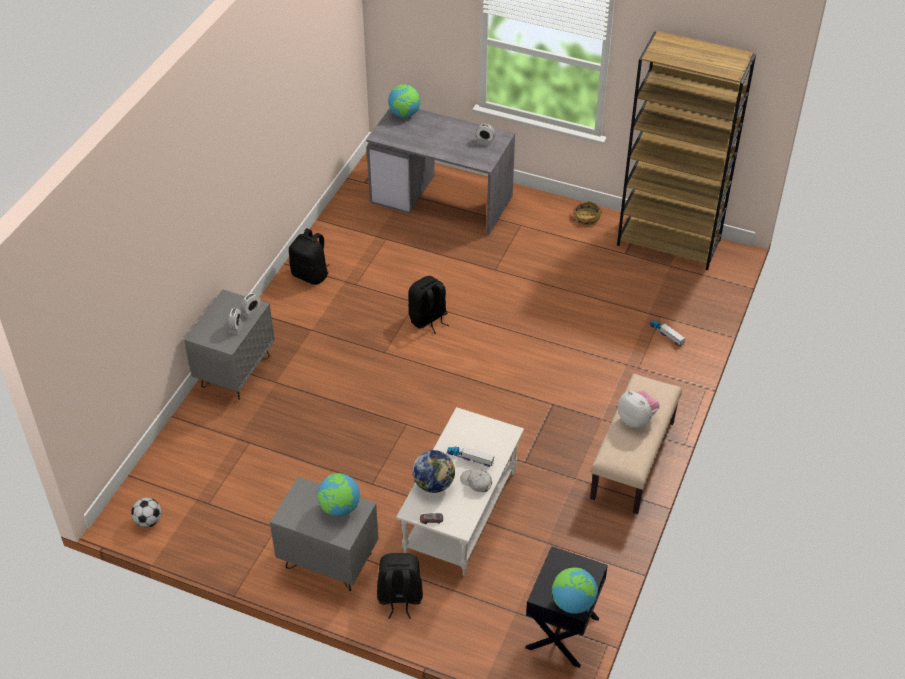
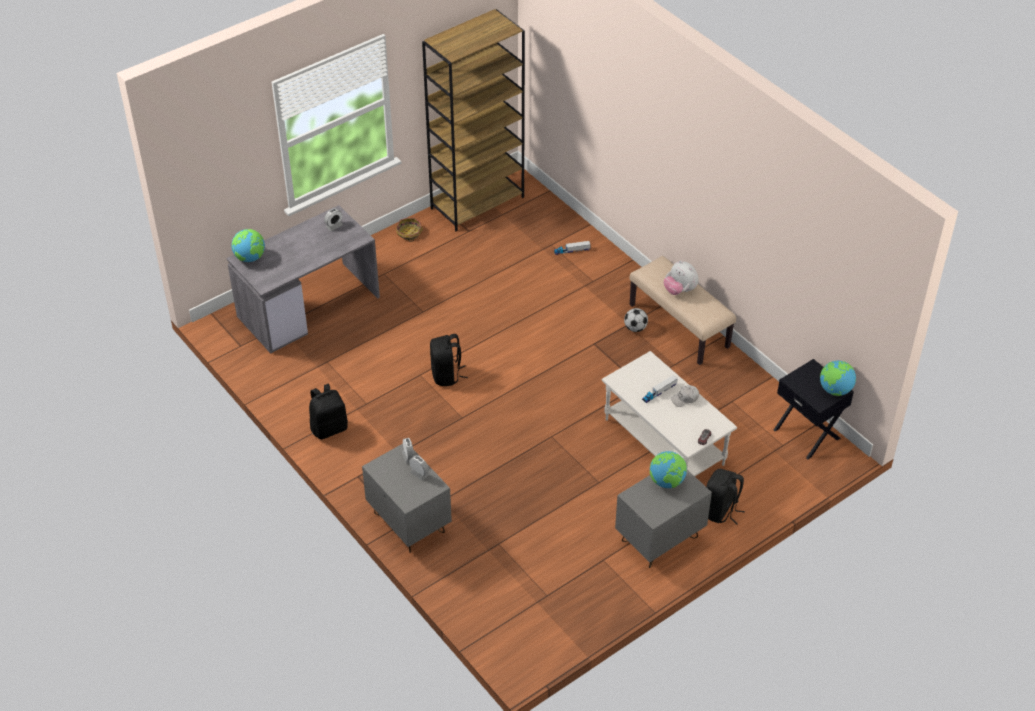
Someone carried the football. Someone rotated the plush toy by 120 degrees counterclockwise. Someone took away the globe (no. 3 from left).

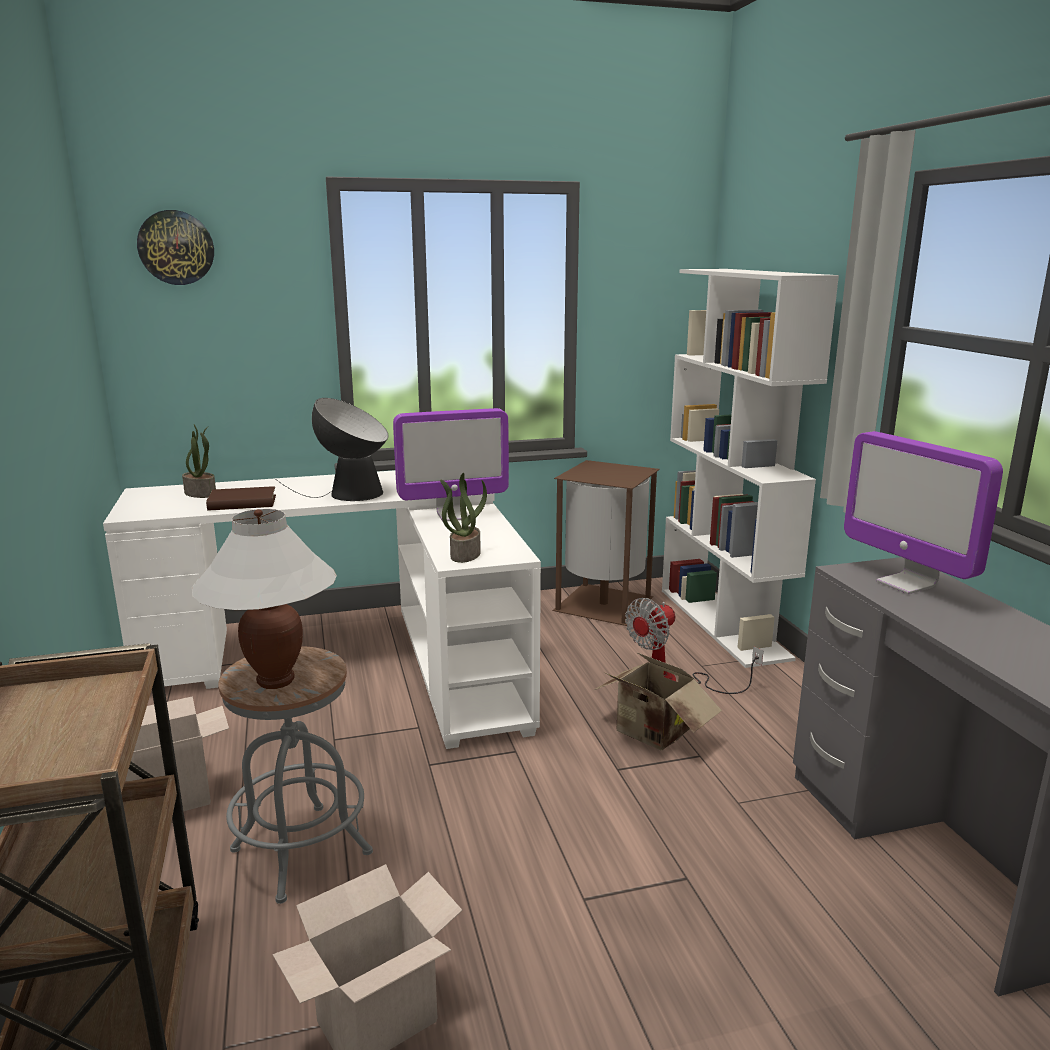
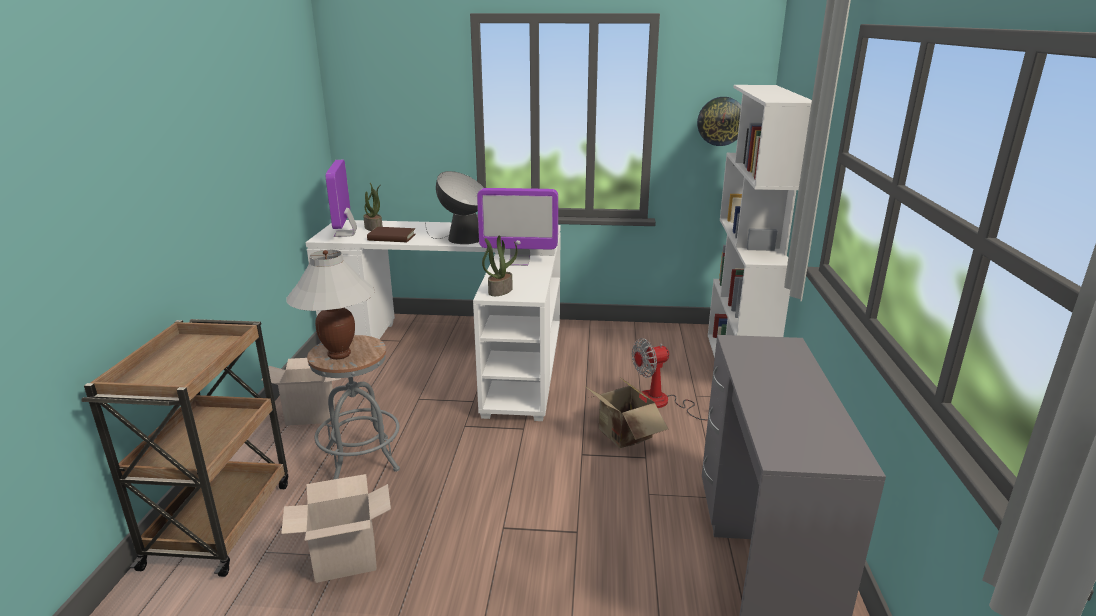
Someone carried the monitor (no. 2 from left in the first image). Someone carried the wall clock. Someone took away the brown trash can.

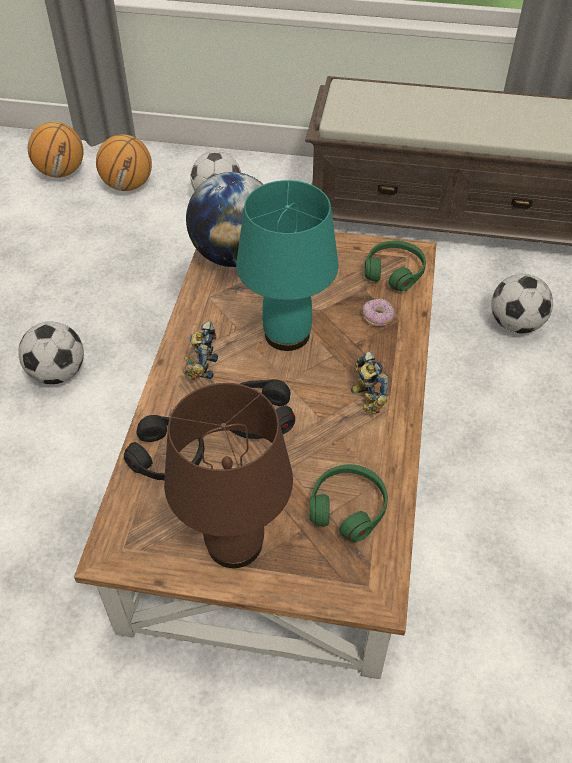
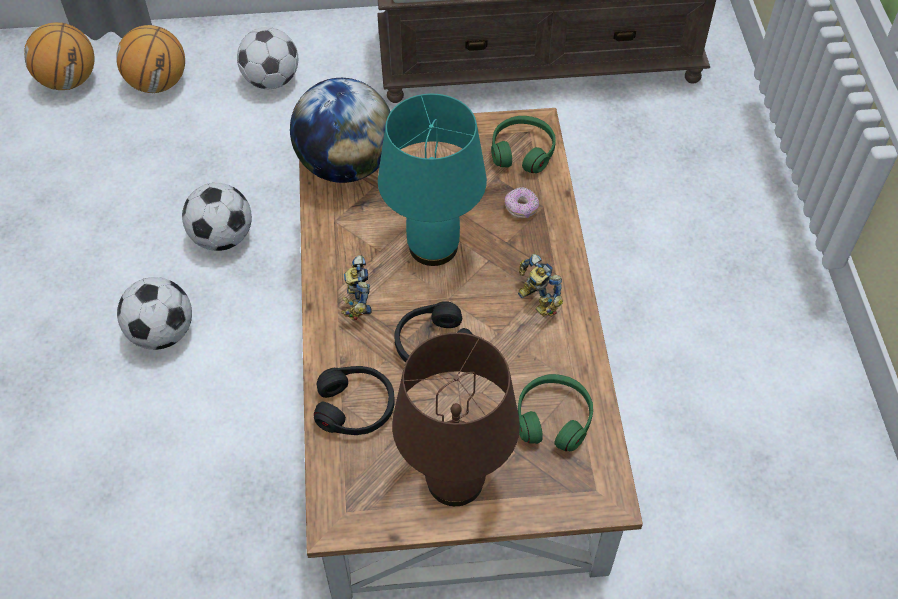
Someone carried the football (no. 3 from left in the first image).

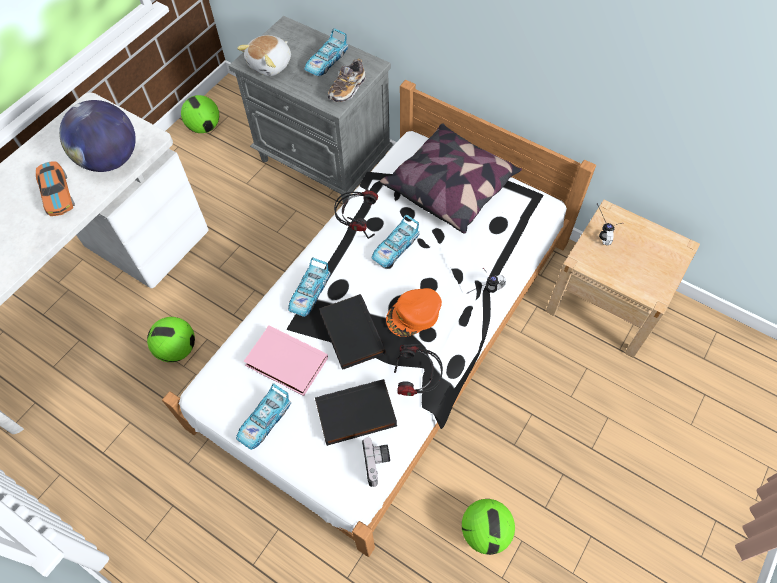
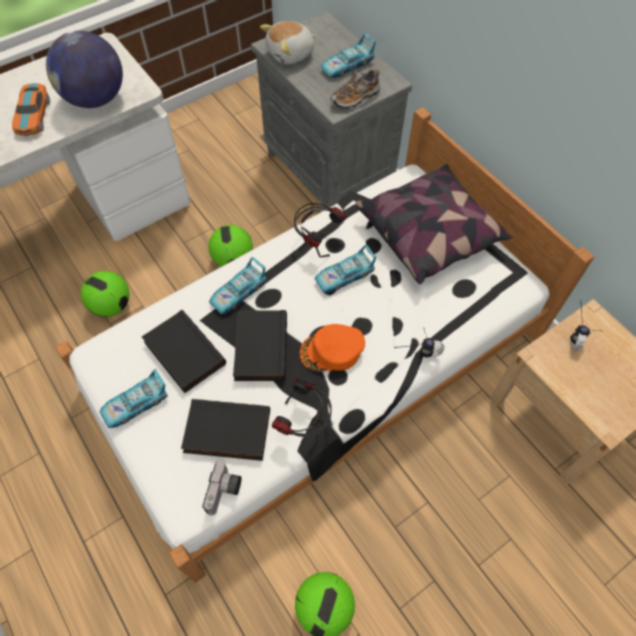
Someone repainted the pink book, which became the black book (no. 1 from left). Someone carried the football (no. 2 from left).

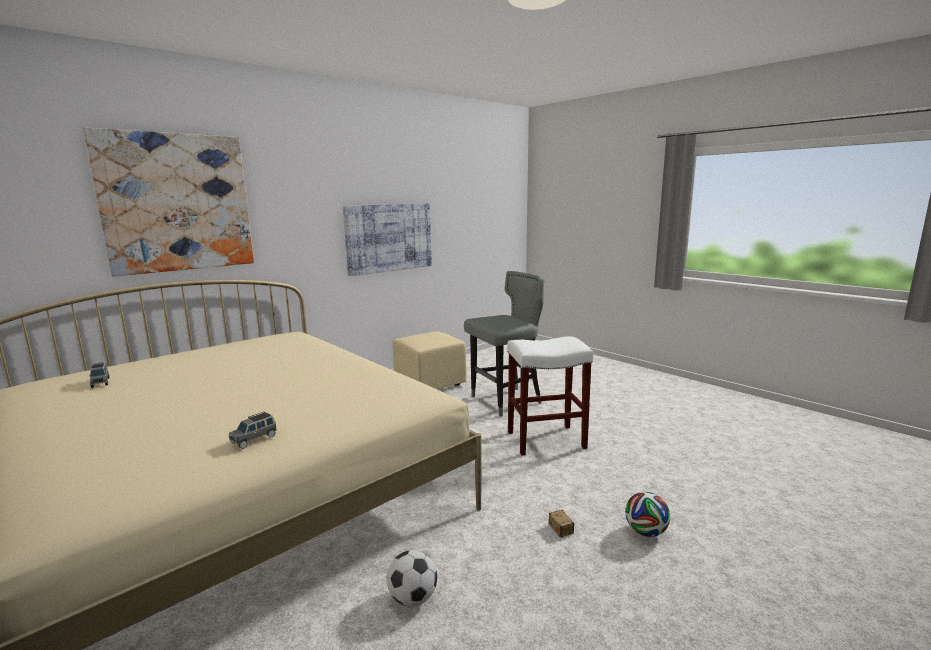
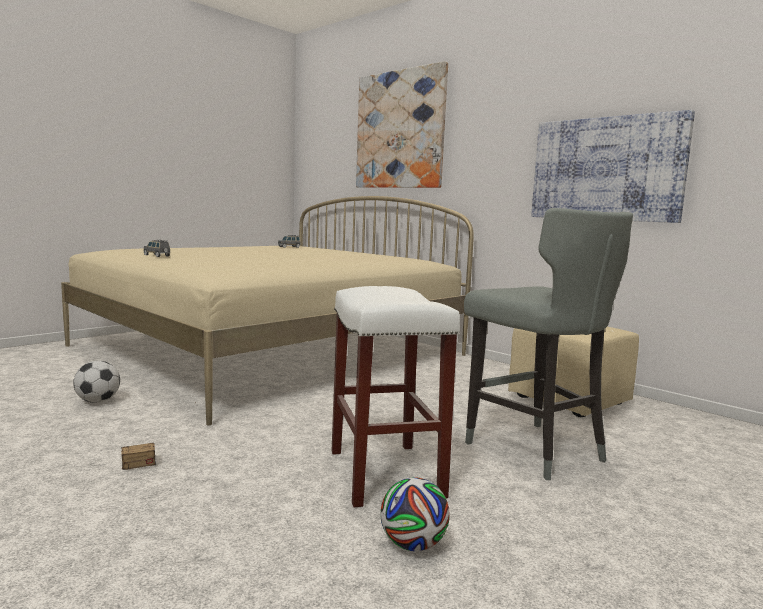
Someone carried the football (no. 2 from left).

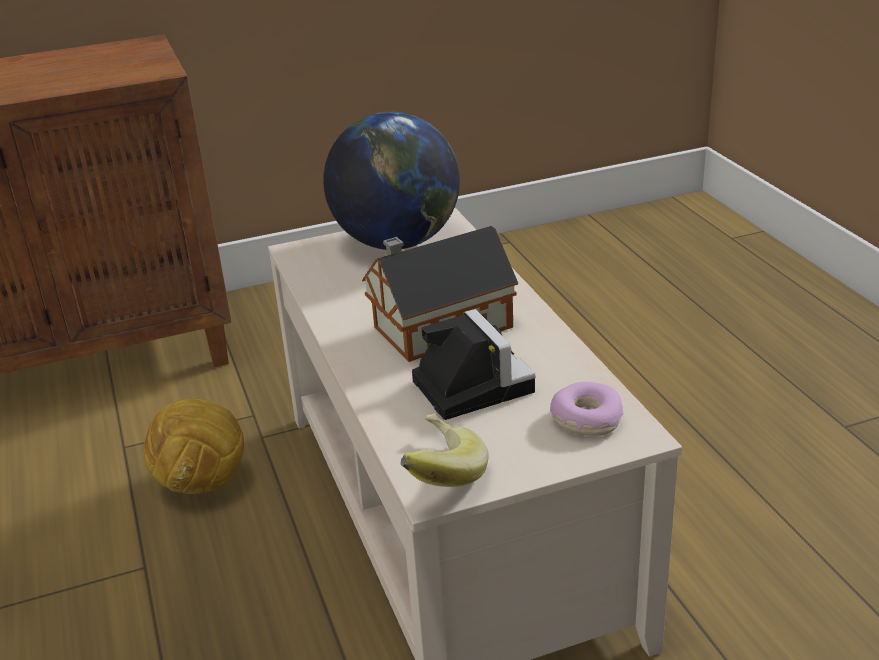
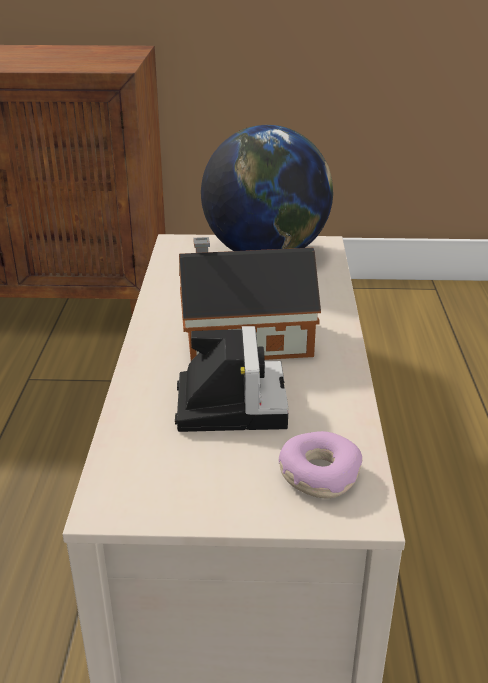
Someone took away the football. Someone took away the banana.

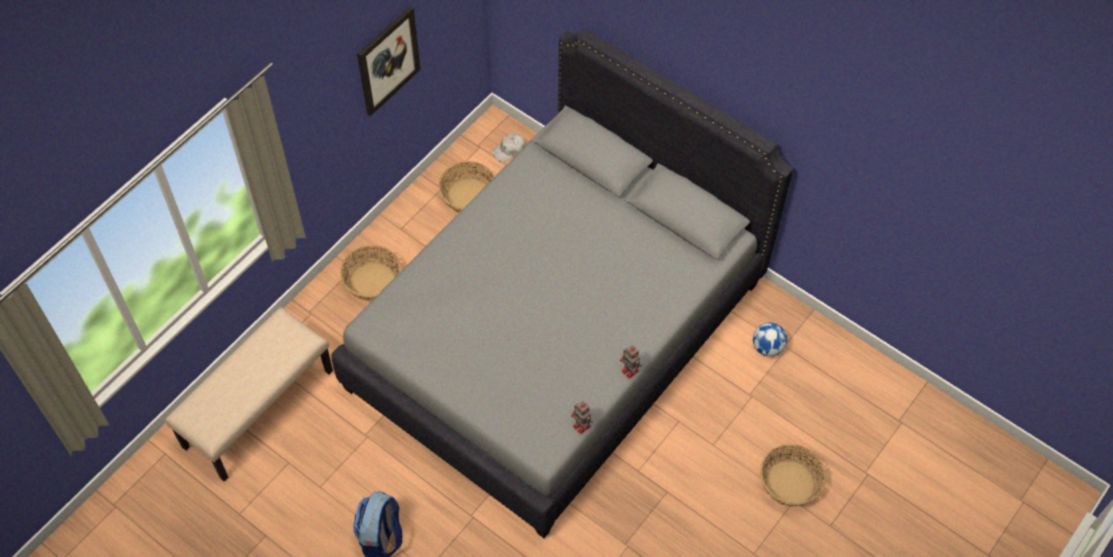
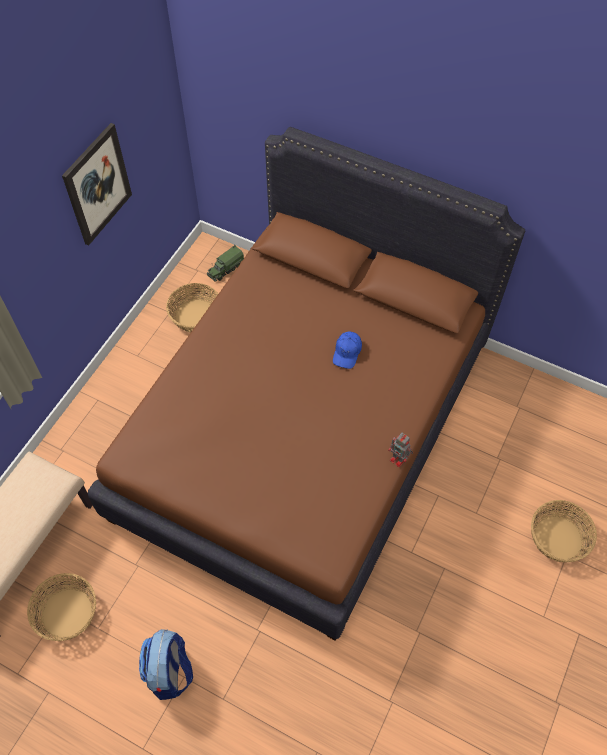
Someone carried the basket (no. 1 from left). Someone repainted the grey bed, which became the brown bed. Someone swapped the white cap for the toy truck. Someone put down the blue cap. Someone took away the toy robot (no. 1 from left). Someone took away the football.

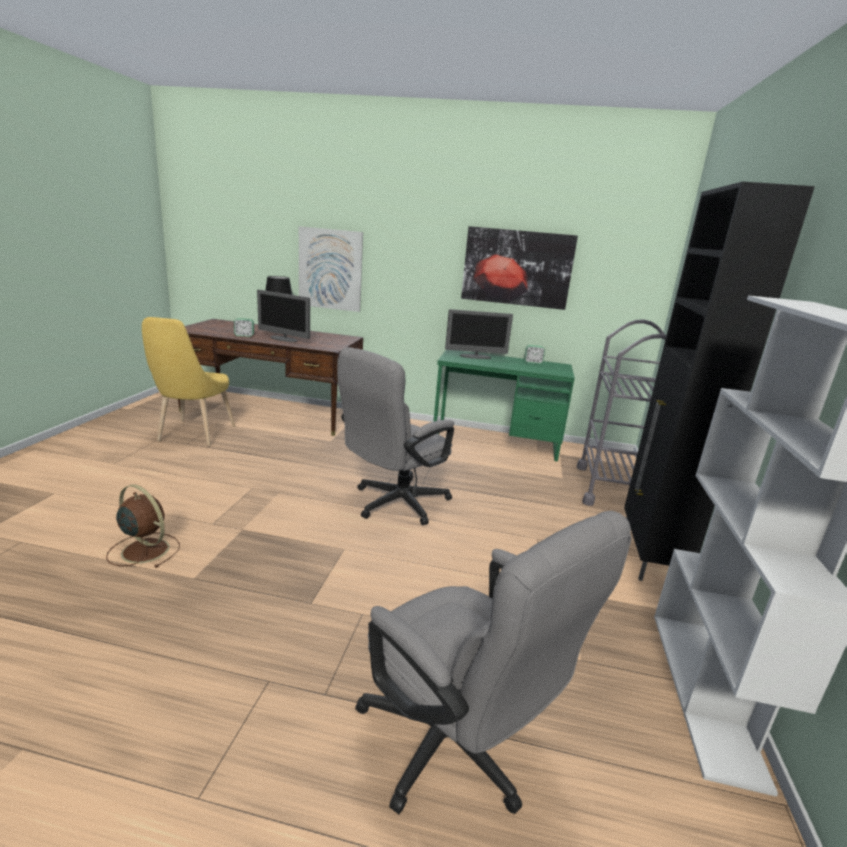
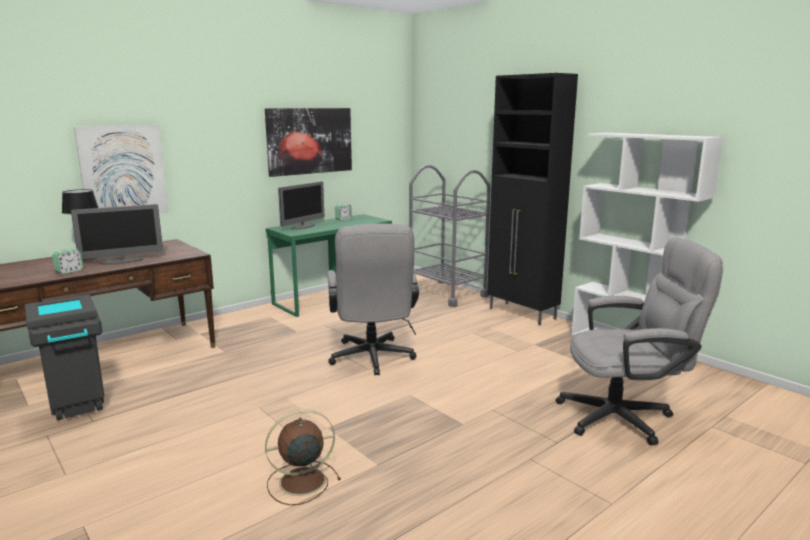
Someone swapped the yellow chair for the grey trash can.

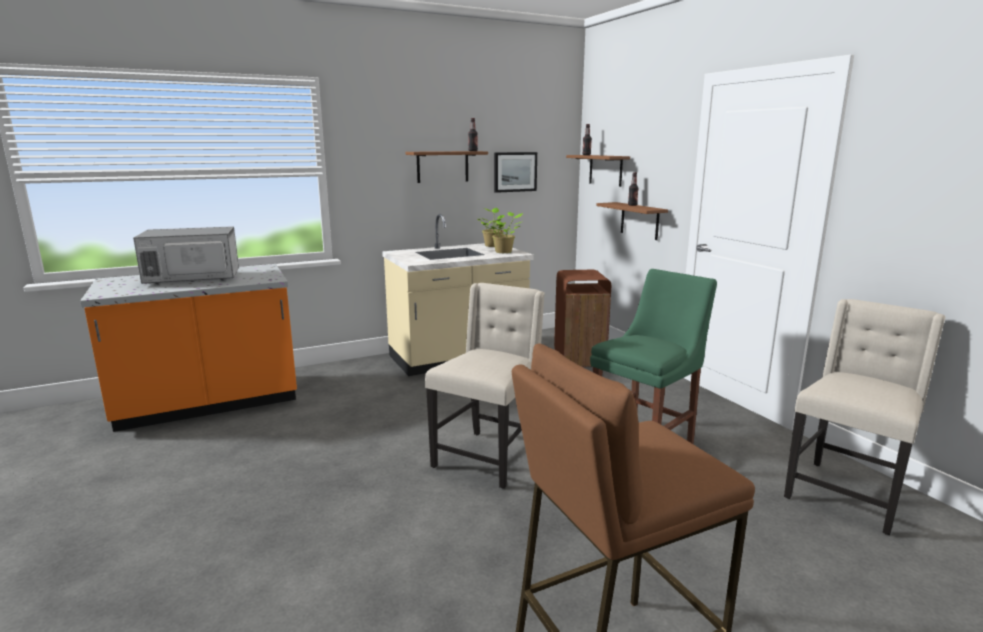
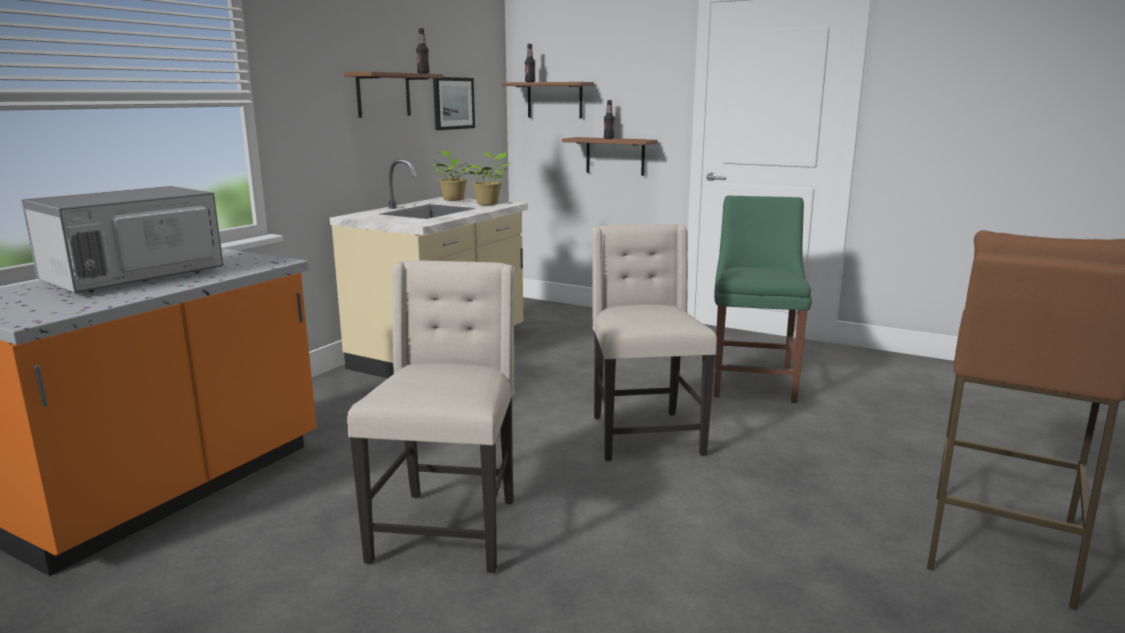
Someone carried the beige chair (no. 2 from left in the first image). Someone took away the brown trash can.

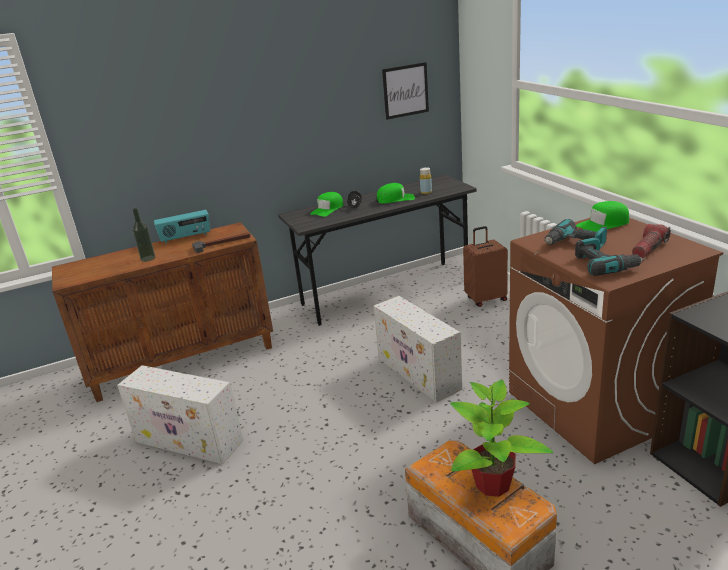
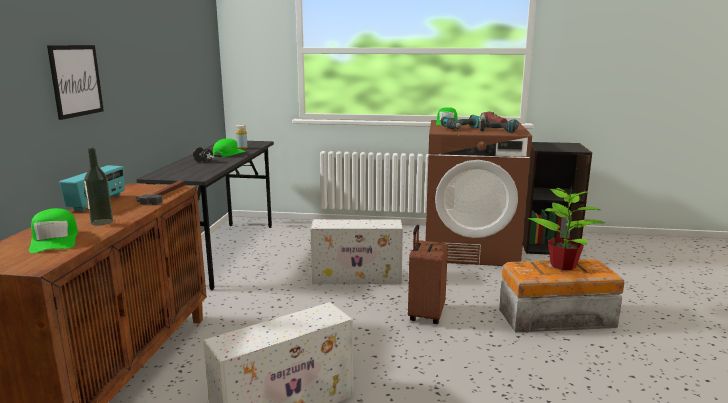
Someone carried the green cap (no. 1 from left). Someone carried the picture. Someone carried the brown suitcase.

